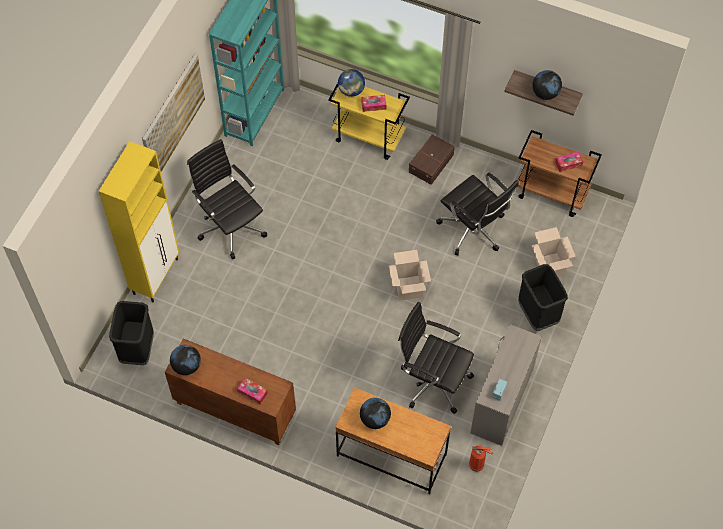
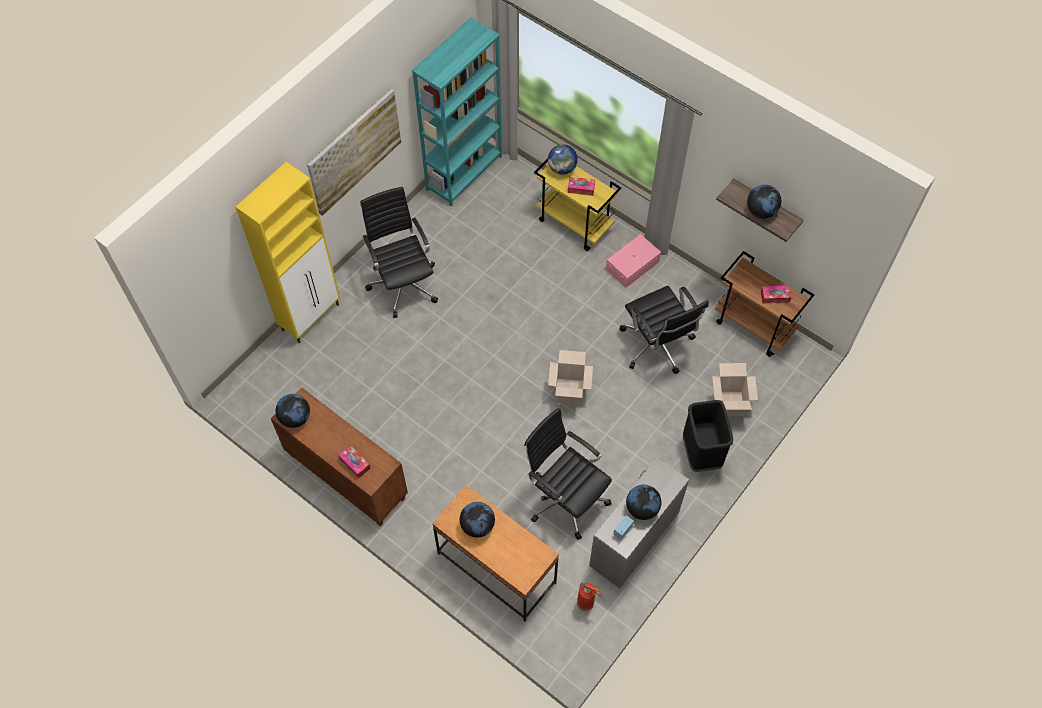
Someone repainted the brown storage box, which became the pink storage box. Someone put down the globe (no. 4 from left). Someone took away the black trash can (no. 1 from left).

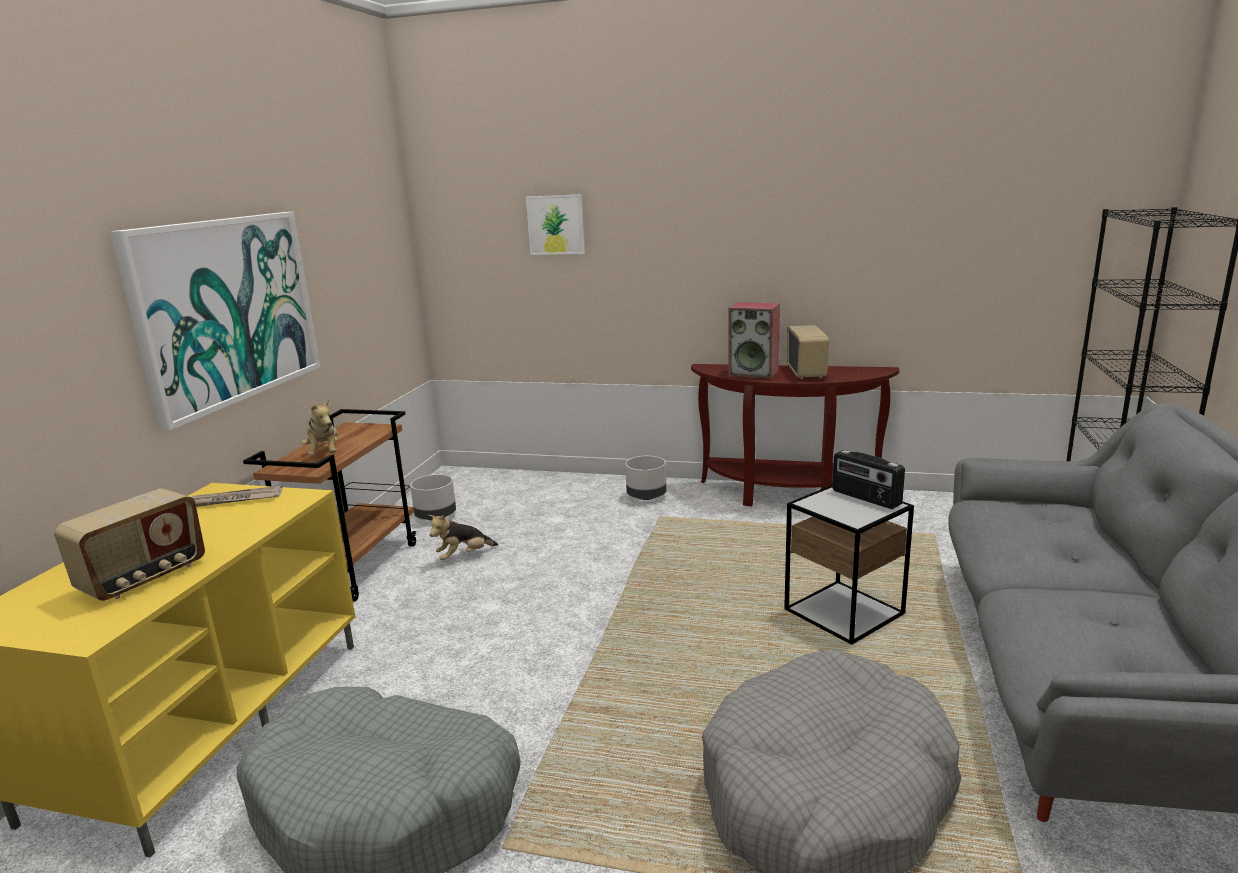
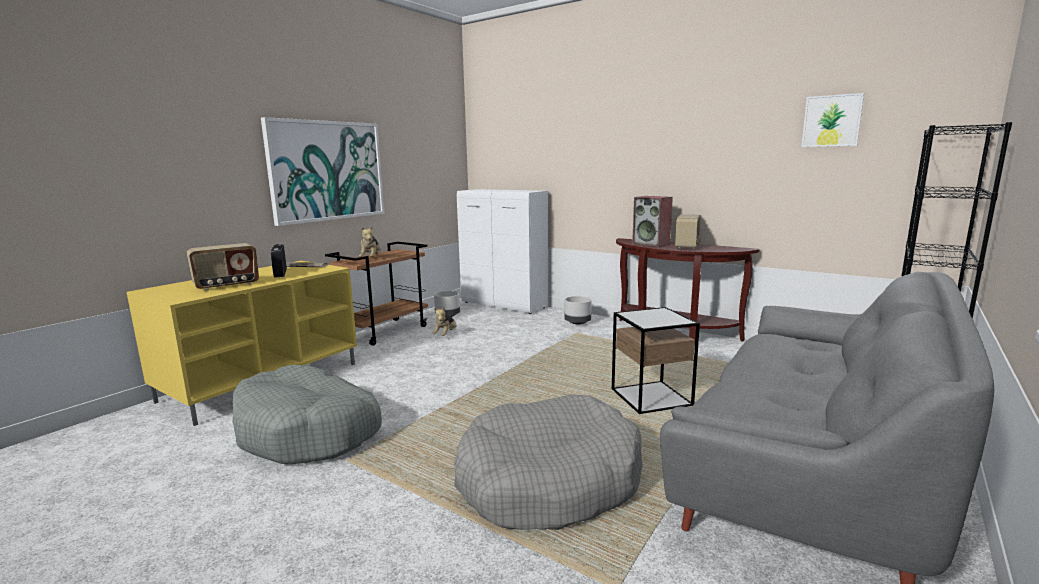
Someone carried the radio (no. 3 from left in the first image). Someone rotated the plush toy (no. 2 from left) by 60 degrees counterclockwise. Someone put down the white cabinet. Someone carried the picture (no. 2 from left).

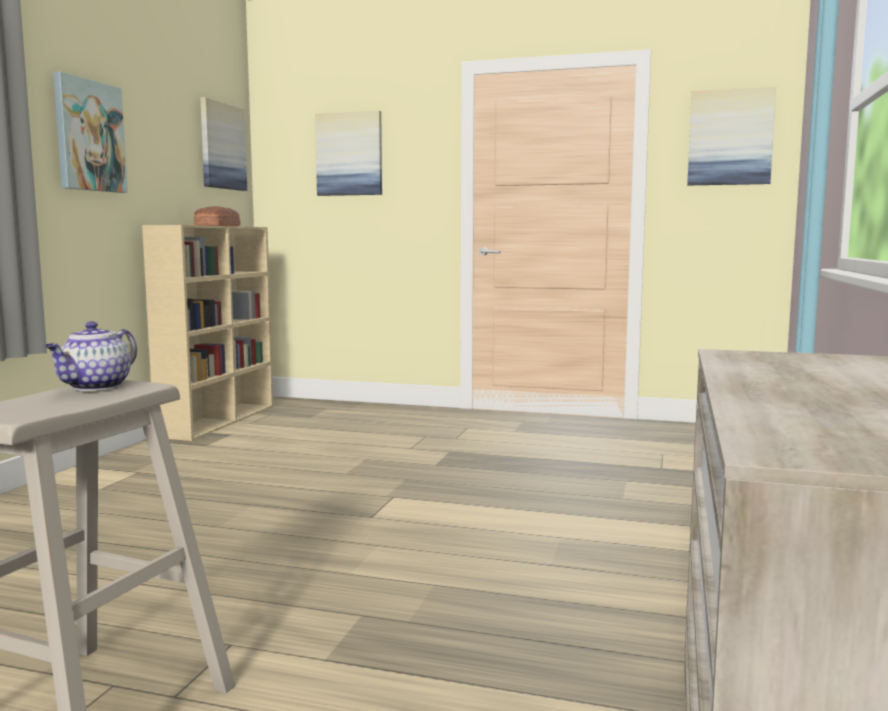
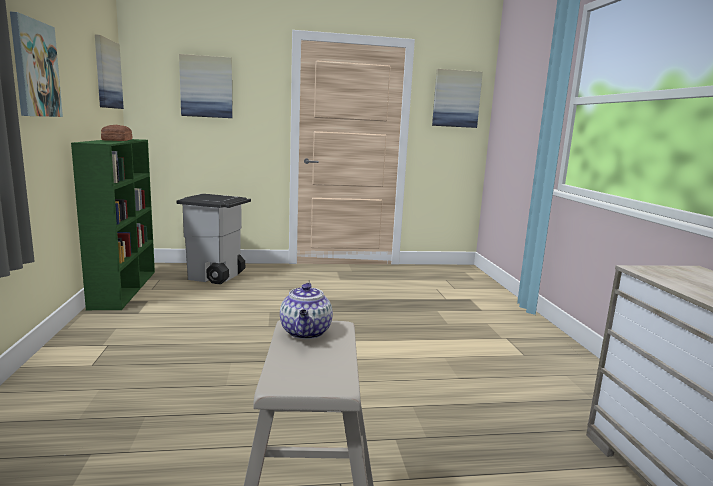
Someone repainted the beige bookcase, which became the green bookcase. Someone put down the grey trash can.

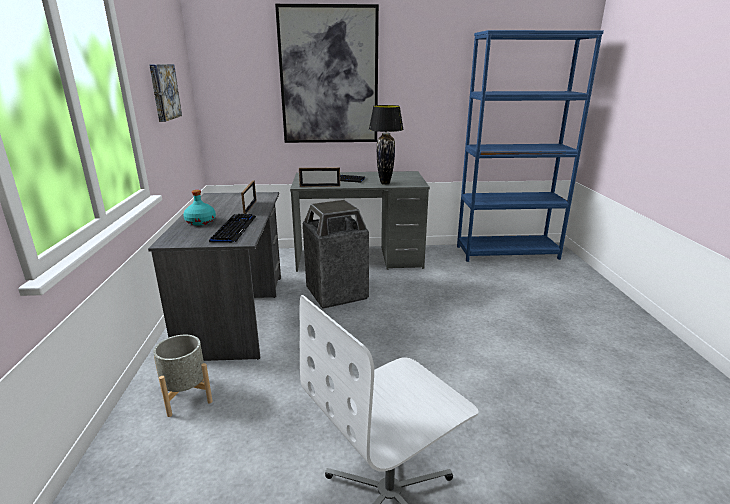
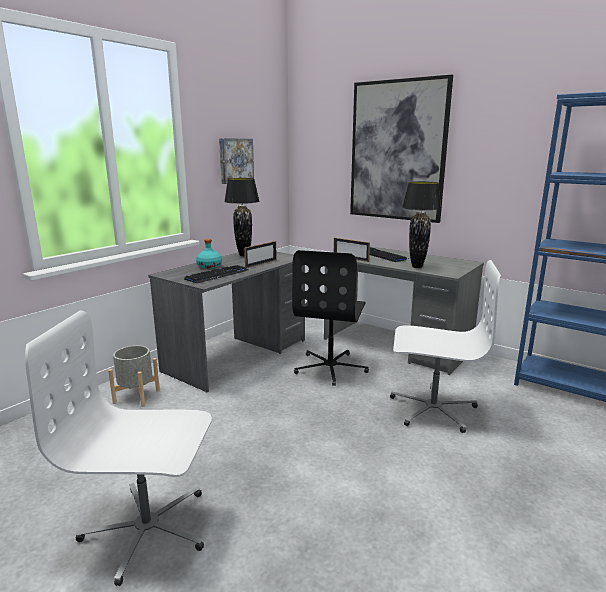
Someone put down the black table lamp (no. 1 from left). Someone swapped the trash can for the black office chair. Someone put down the white office chair (no. 2 from left).

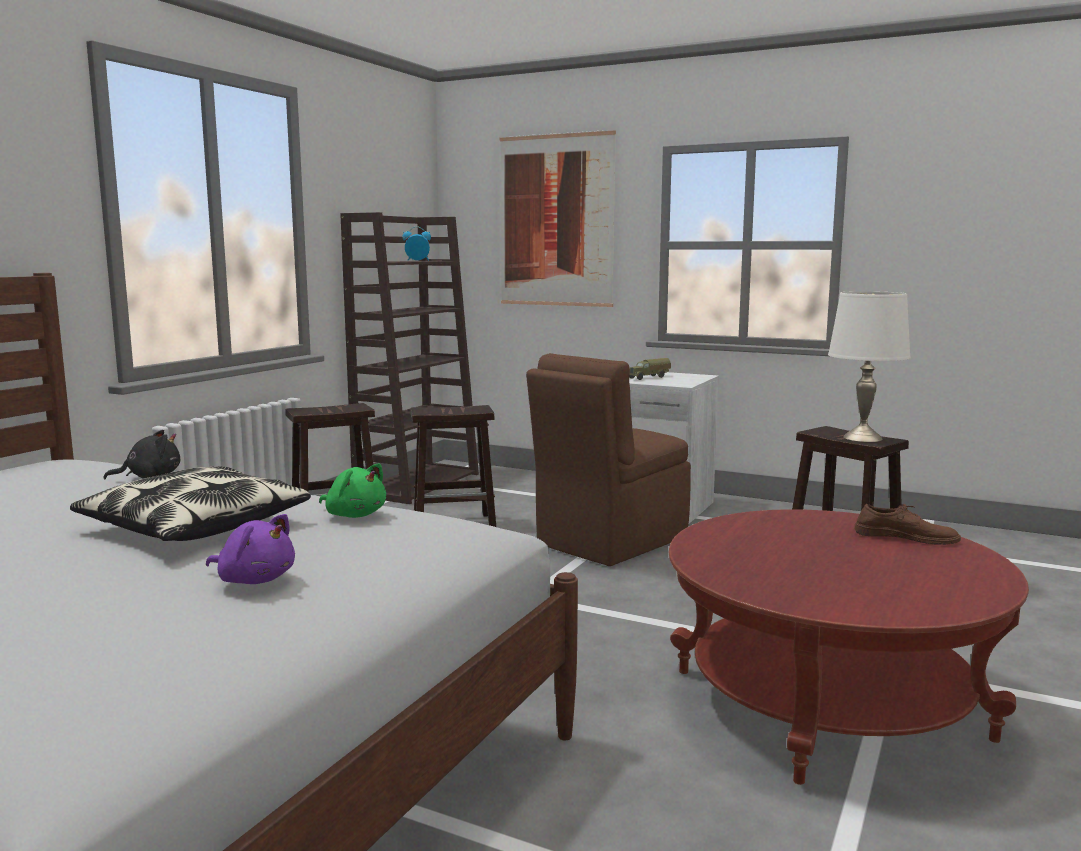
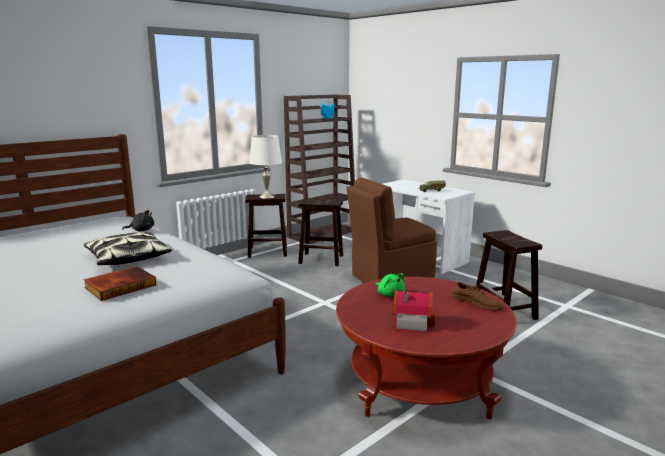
Someone swapped the purple plush toy for the book. Someone carried the white table lamp. Someone carried the green plush toy. Someone put down the toy house. Someone took away the picture.

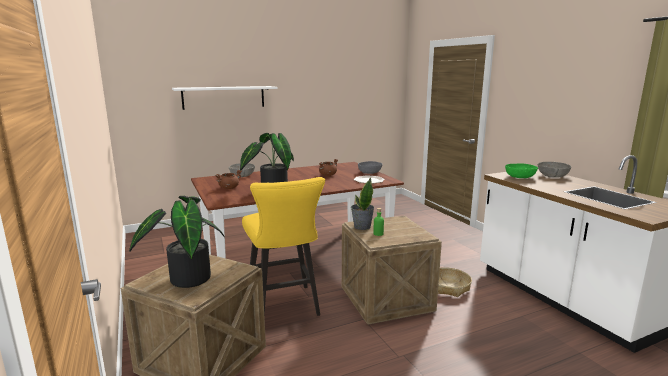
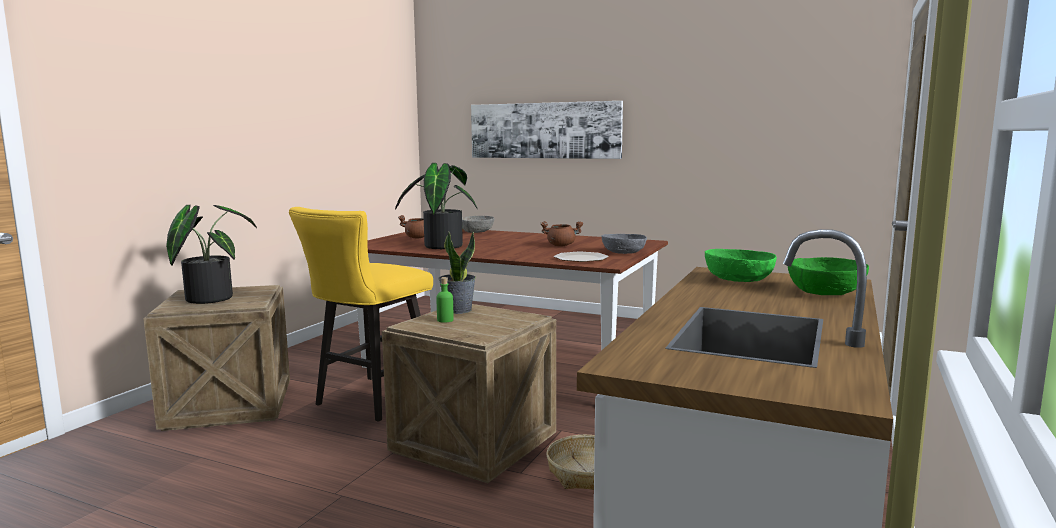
Someone swapped the white shelf for the picture. Someone repainted the grey bowl (no. 3 from left), which became the green bowl (no. 2 from left).

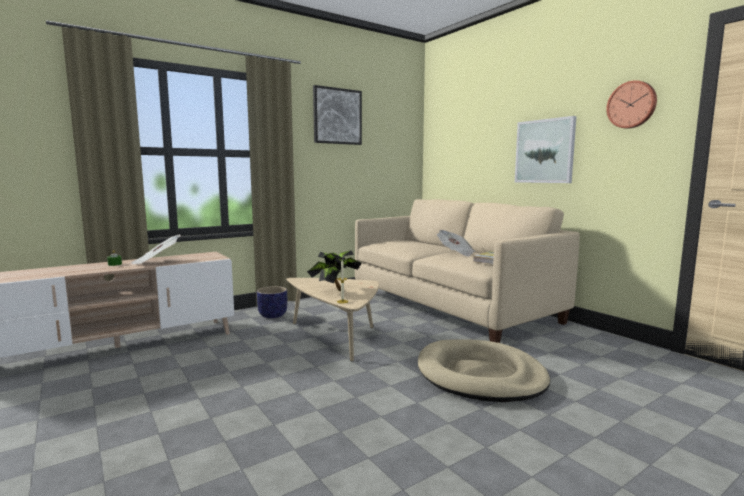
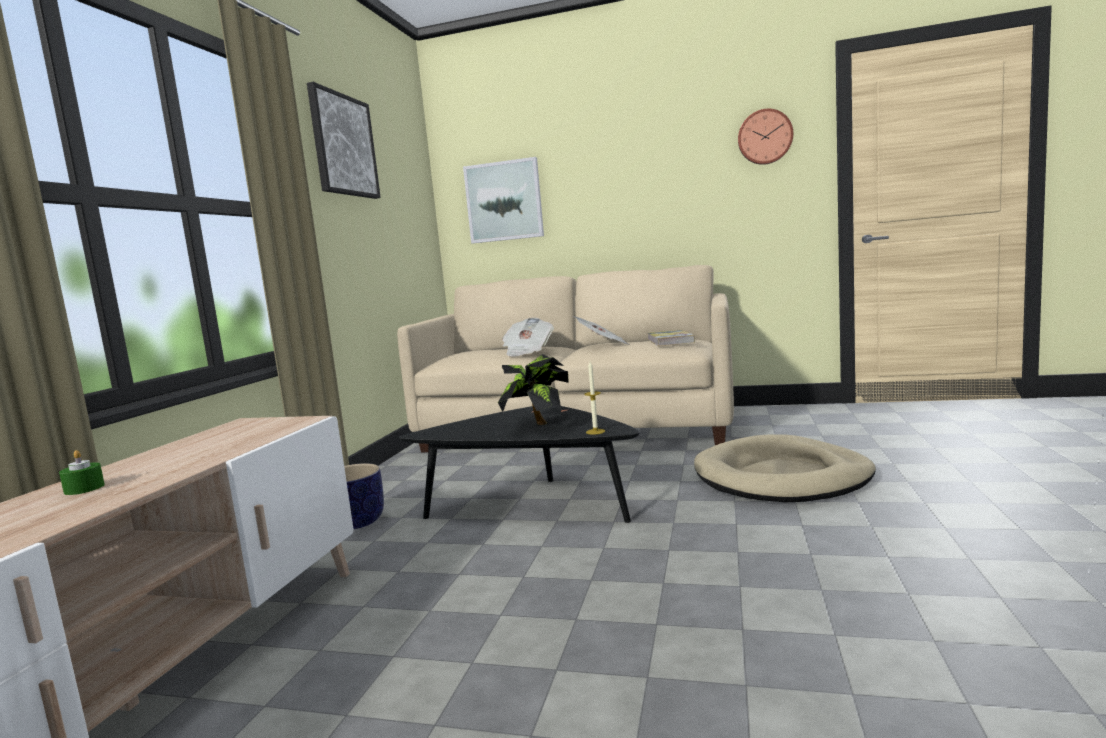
Someone repainted the beige coffee table, which became the black coffee table. Someone carried the picture (no. 2 from left). Someone carried the newspaper (no. 1 from left).

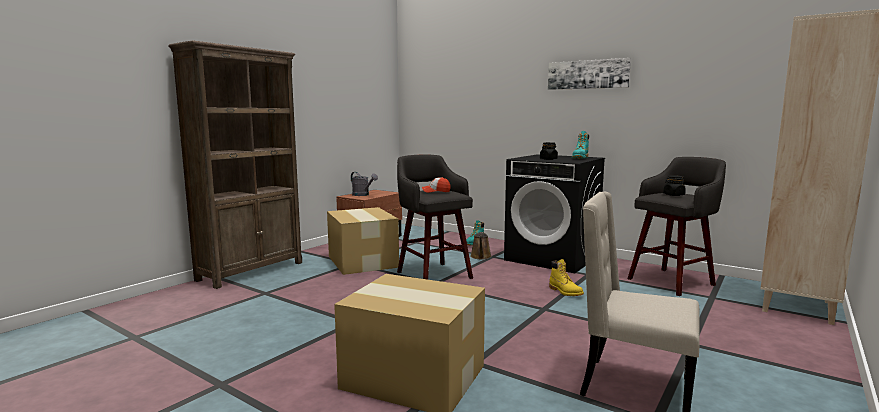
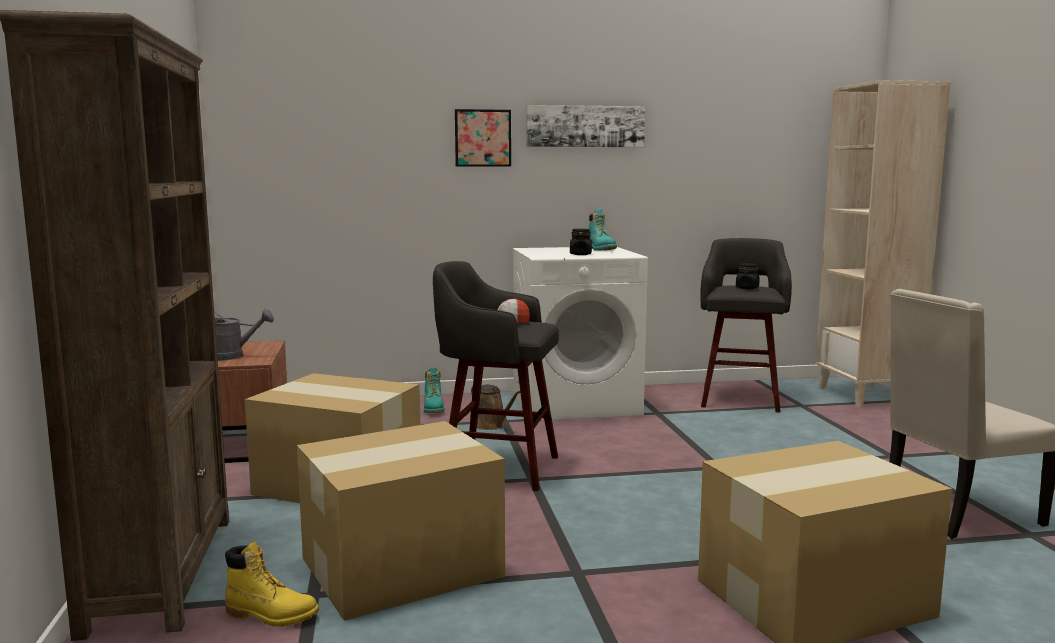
Someone carried the yellow boot. Someone put down the cardboard box (no. 2 from left). Someone put up the picture (no. 1 from left). Someone repainted the black washing machine, which became the white washing machine.

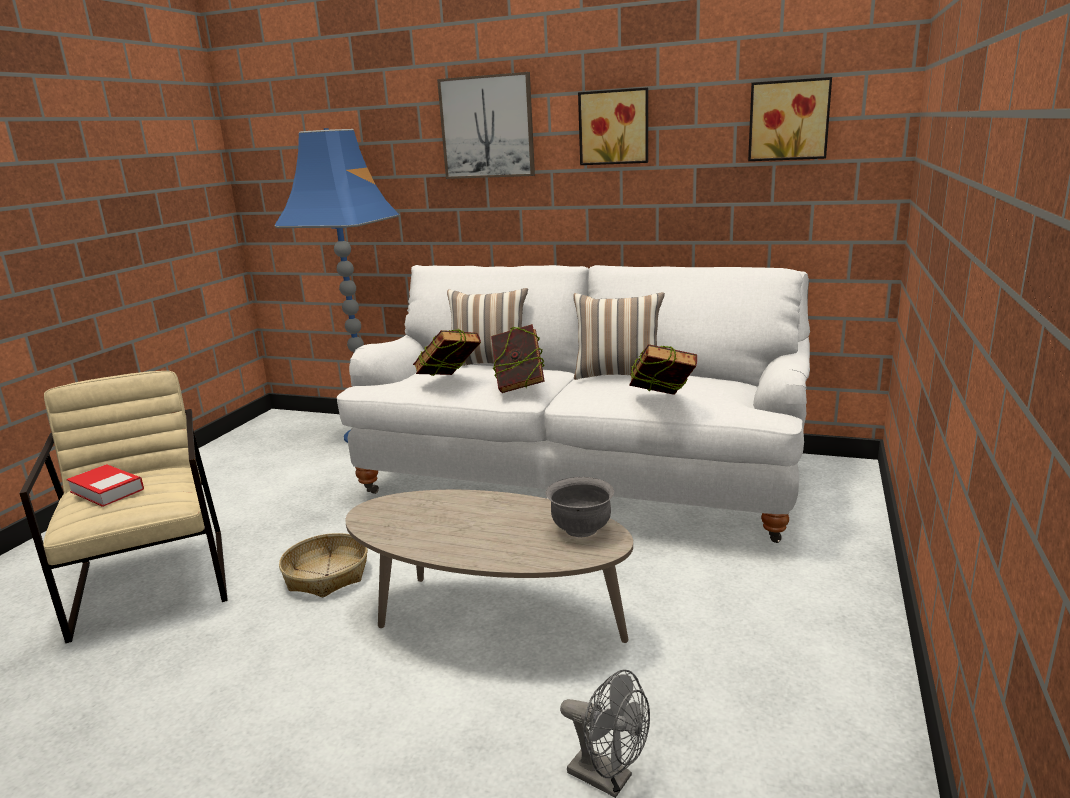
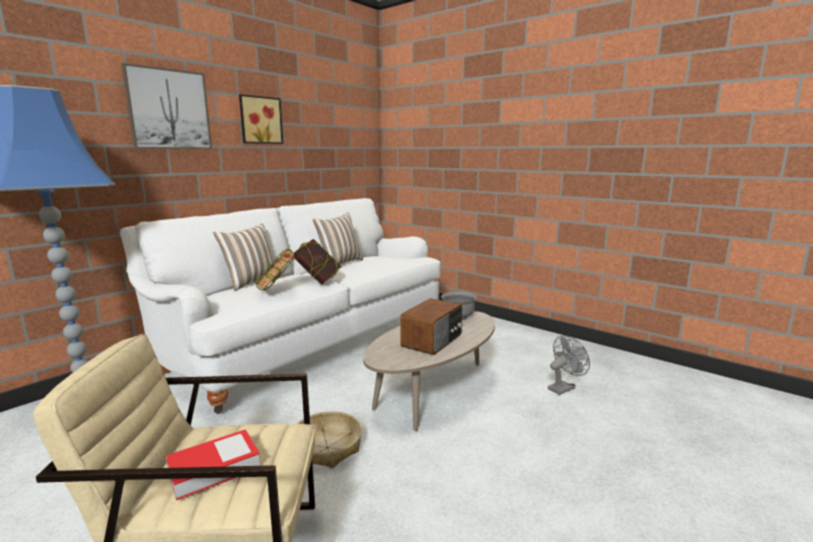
Someone put down the radio. Someone took away the book (no. 4 from left). Someone took away the picture (no. 3 from left).

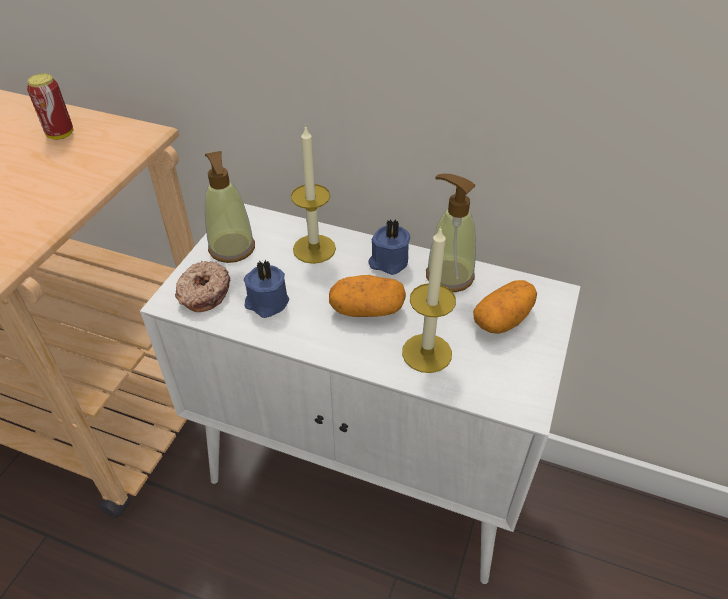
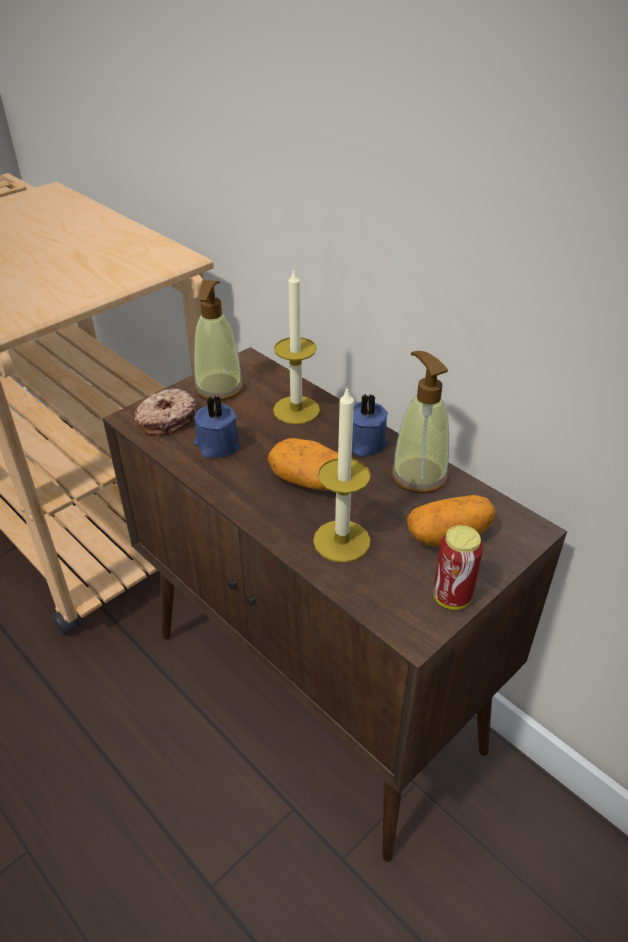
Someone repainted the white cabinet, which became the brown cabinet. Someone carried the can.

